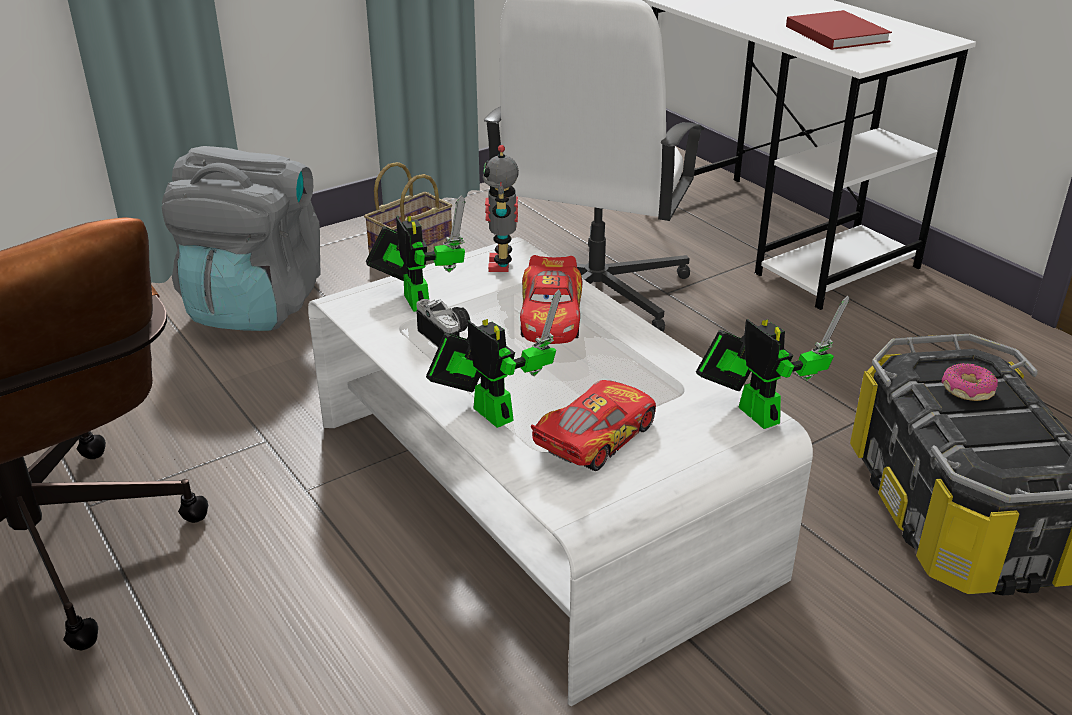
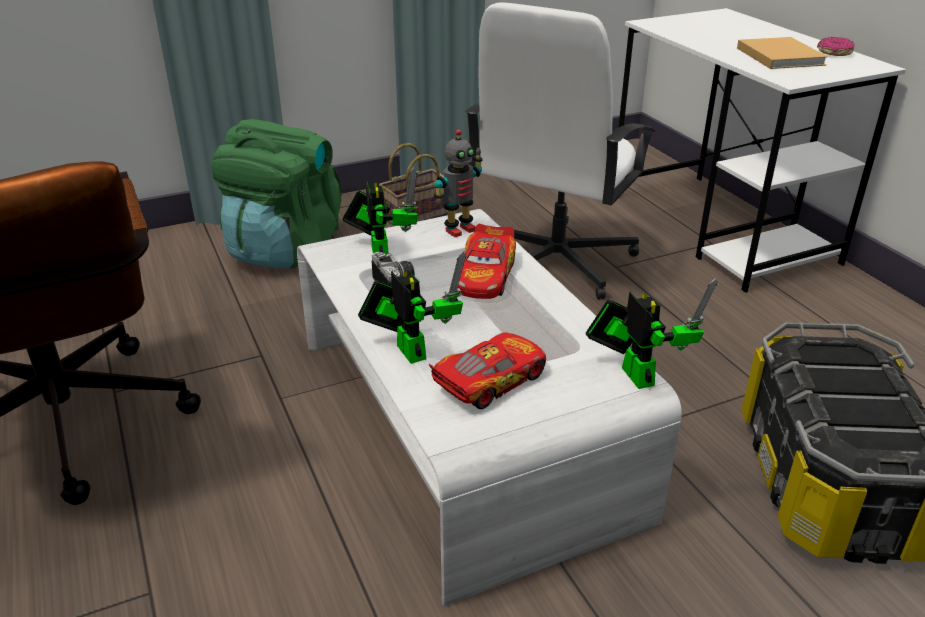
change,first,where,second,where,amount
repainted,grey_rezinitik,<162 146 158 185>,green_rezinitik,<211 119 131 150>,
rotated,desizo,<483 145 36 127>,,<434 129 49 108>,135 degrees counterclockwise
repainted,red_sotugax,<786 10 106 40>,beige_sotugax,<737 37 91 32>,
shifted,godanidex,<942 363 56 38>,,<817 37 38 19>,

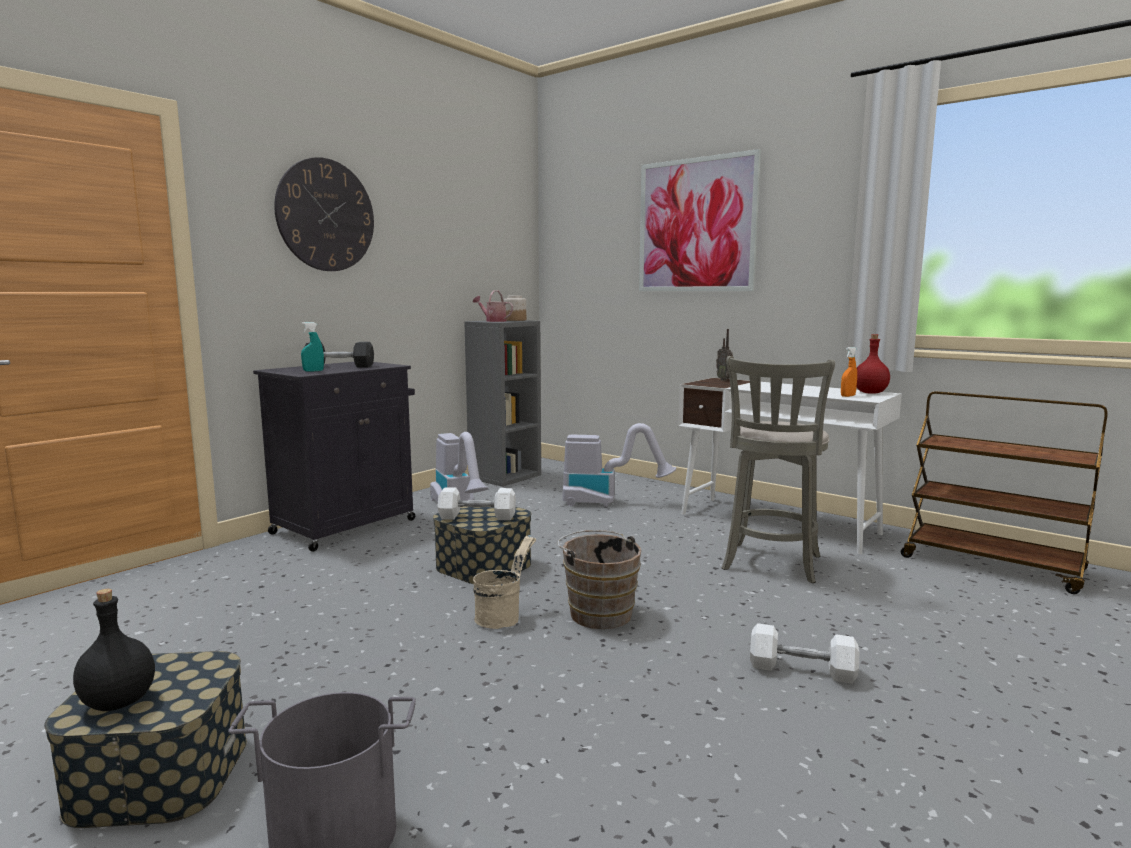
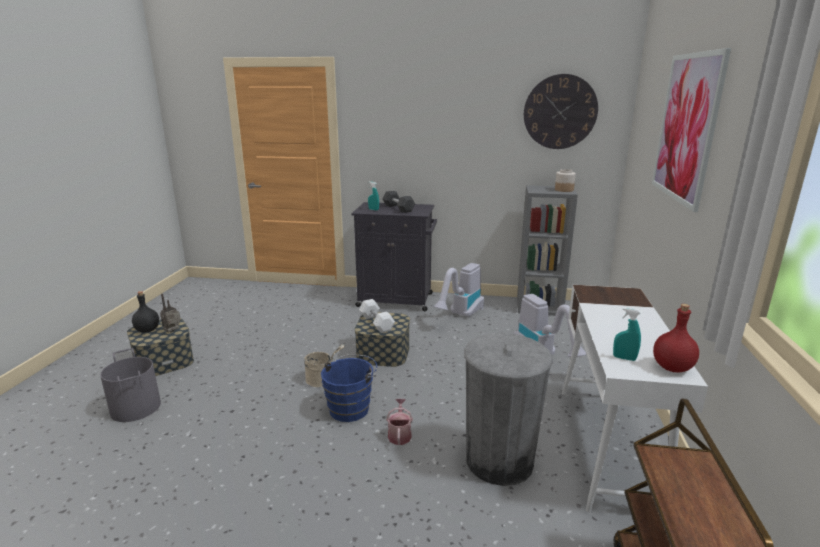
change,first,where,second,where,amount
shifted,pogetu,<274 157 100 114>,,<524 74 74 75>,
shifted,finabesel,<473 290 40 32>,,<386 399 27 46>,
repainted,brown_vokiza,<558 530 83 99>,blue_vokiza,<321 354 56 68>,
shifted,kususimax,<716 329 17 52>,,<160 294 21 39>,
swapped,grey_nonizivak,<722 356 113 227>,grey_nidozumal,<464 333 89 153>,
gone,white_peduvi,<750 623 109 61>,,,
repainted,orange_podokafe,<841 347 16 50>,turquoise_podokafe,<613 308 28 53>,

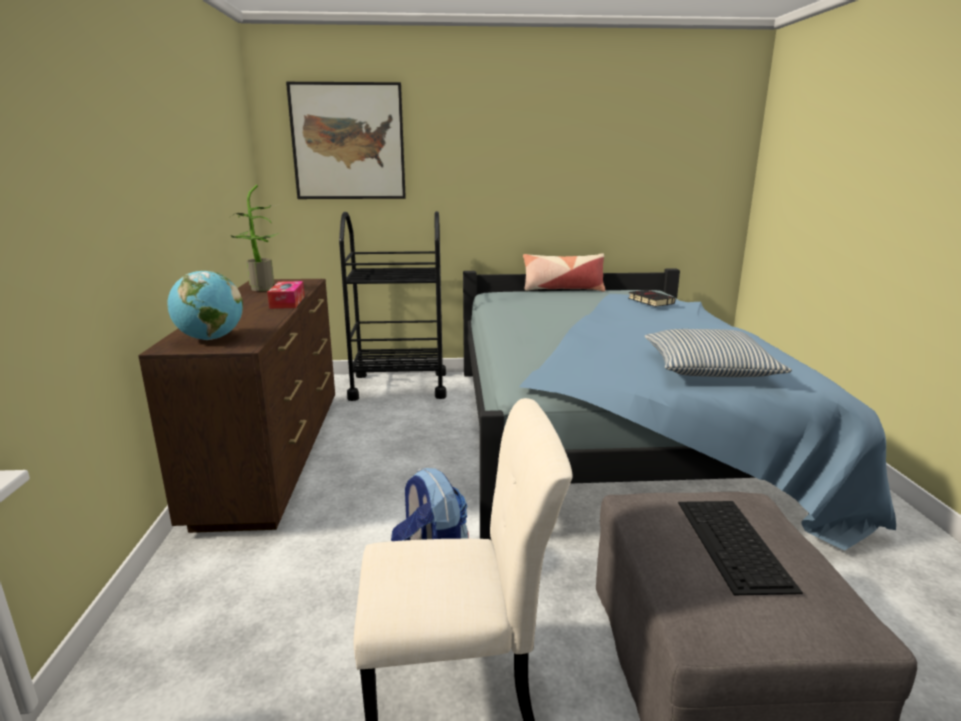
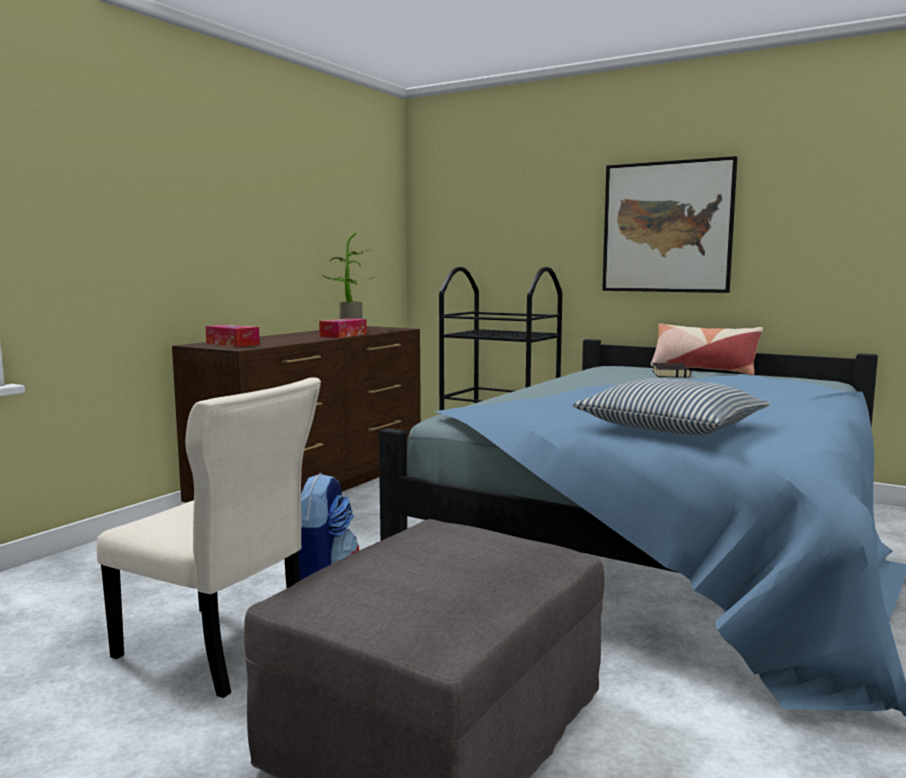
change,first,where,second,where,amount
swapped,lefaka,<168 271 75 69>,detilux,<206 325 54 22>,
shifted,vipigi,<286 82 120 117>,,<602 156 136 137>,
shifted,black_sotugax,<629 290 46 17>,,<652 363 39 15>,
gone,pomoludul,<678 501 125 94>,,,

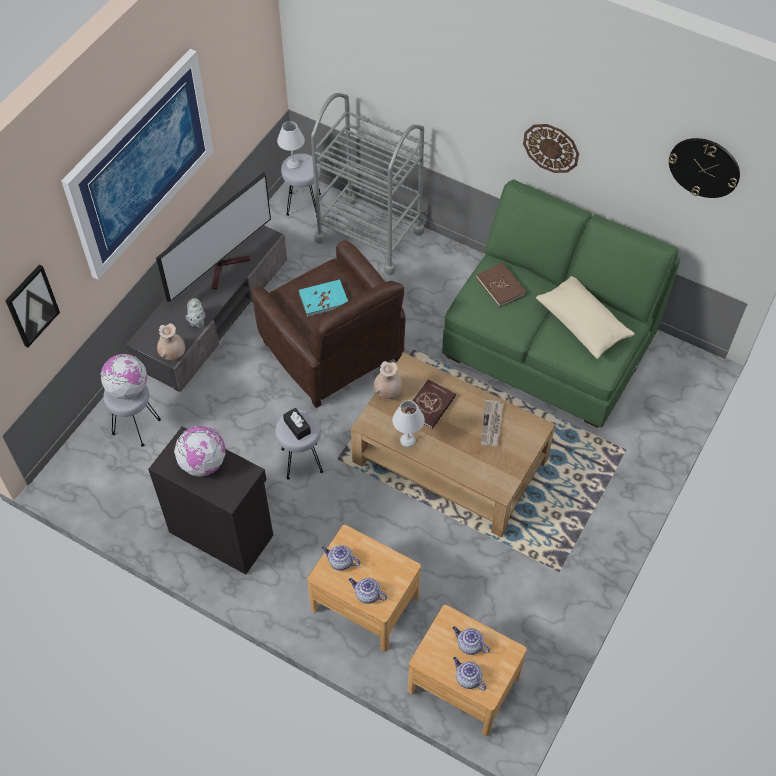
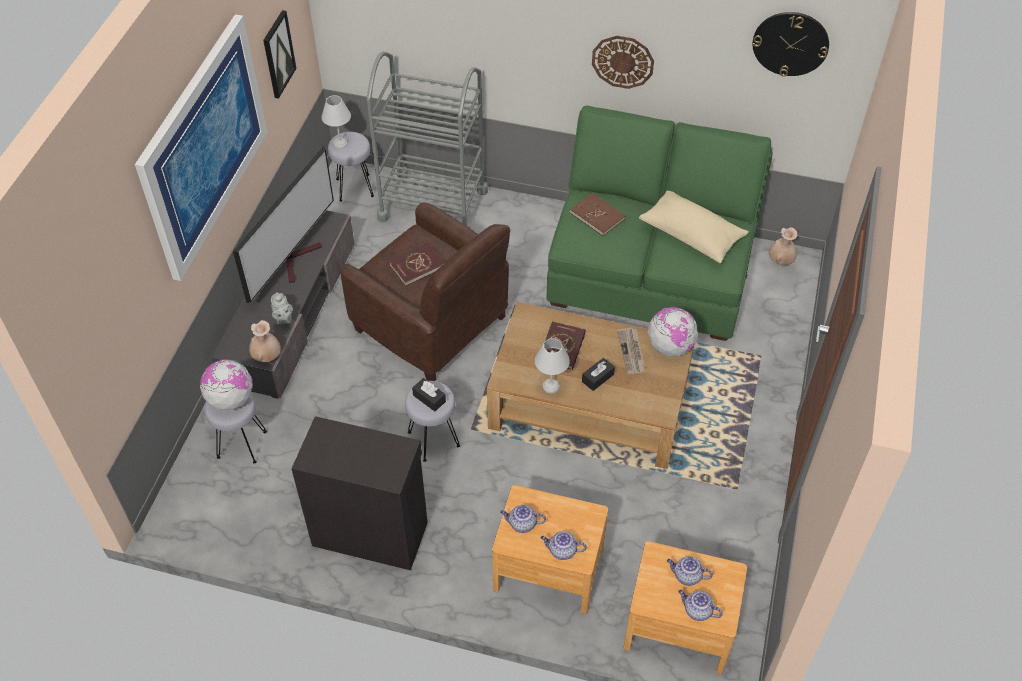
change,first,where,second,where,amount
shifted,vipigi,<5 265 55 82>,,<263 10 34 89>,
shifted,lefaka,<174 426 51 51>,,<648 307 49 50>,
repainted,turquoise_sotugax,<299 280 49 37>,red_sotugax,<389 242 56 44>,
shifted,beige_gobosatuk,<374 361 29 38>,,<769 227 29 38>,
new,,,black_detilux,<582 358 33 33>,

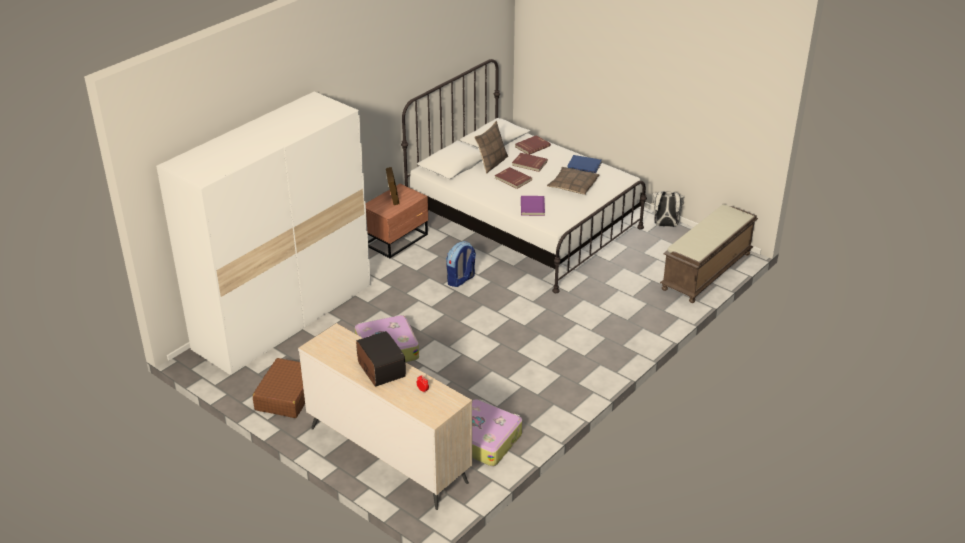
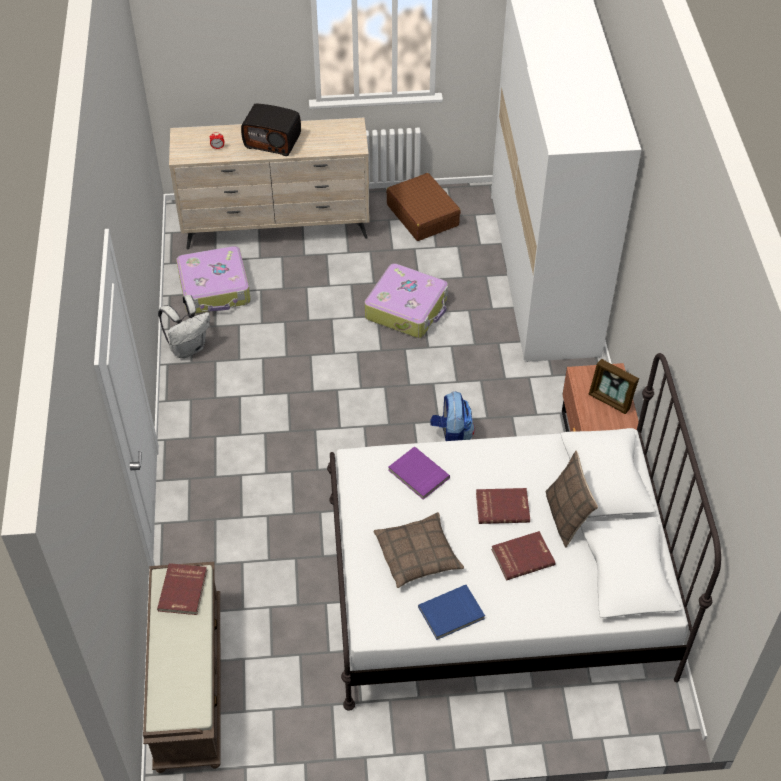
change,first,where,second,where,amount
shifted,red_sotugax,<515 135 36 20>,,<157 563 50 52>,
shifted,white_rezinitik,<652 191 33 36>,,<158 295 52 63>,

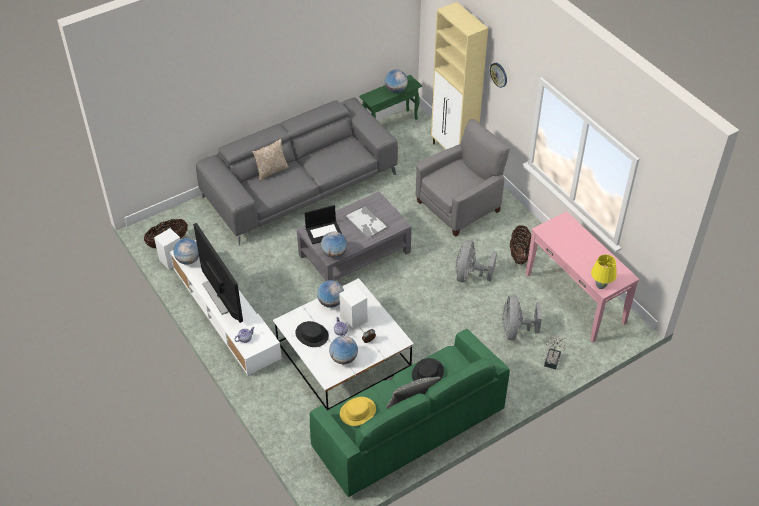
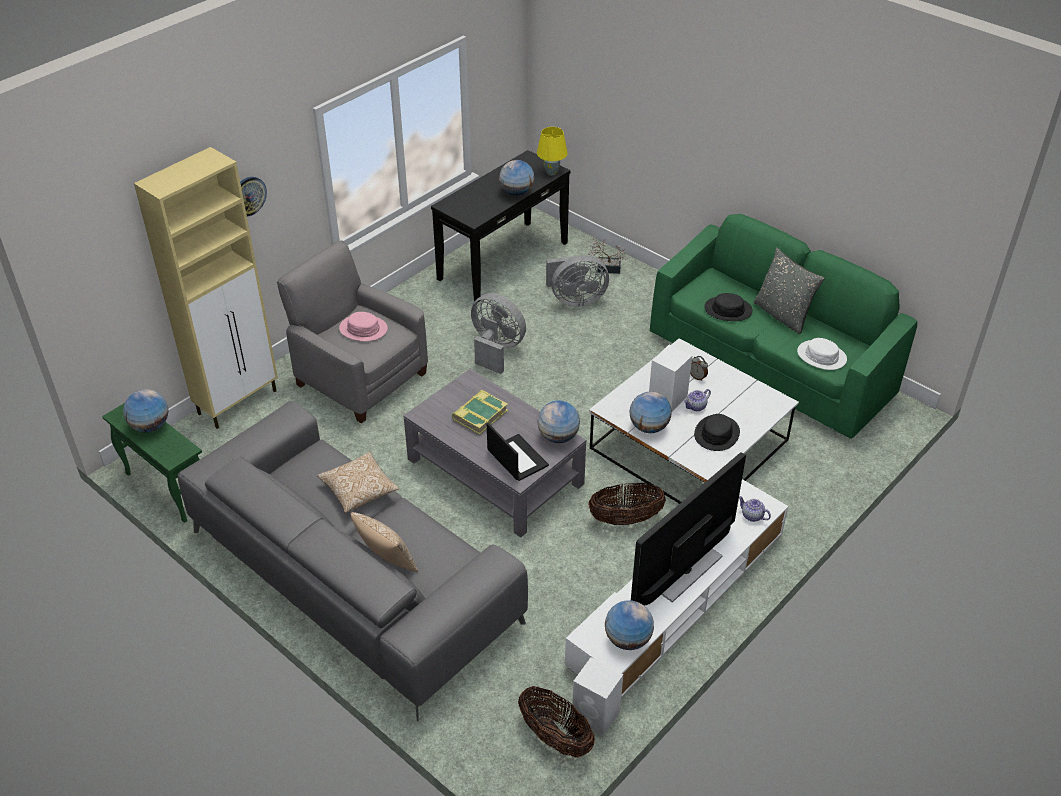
change,first,where,second,where,amount
shifted,lefaka,<329 336 29 28>,,<499 160 35 36>,
repainted,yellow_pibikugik,<340 397 36 29>,white_pibikugik,<797 338 50 32>,
swapped,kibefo,<345 205 43 34>,sotugax,<452 390 56 45>,
rotated,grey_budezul,<456 240 41 42>,,<471 293 55 81>,150 degrees counterclockwise
shifted,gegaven,<510 225 21 39>,,<588 482 78 43>,
repainted,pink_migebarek,<526 211 113 132>,black_migebarek,<431 150 140 152>,
new,,,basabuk,<317 452 82 61>,
new,,,pink_pibikugik,<339 312 49 29>,

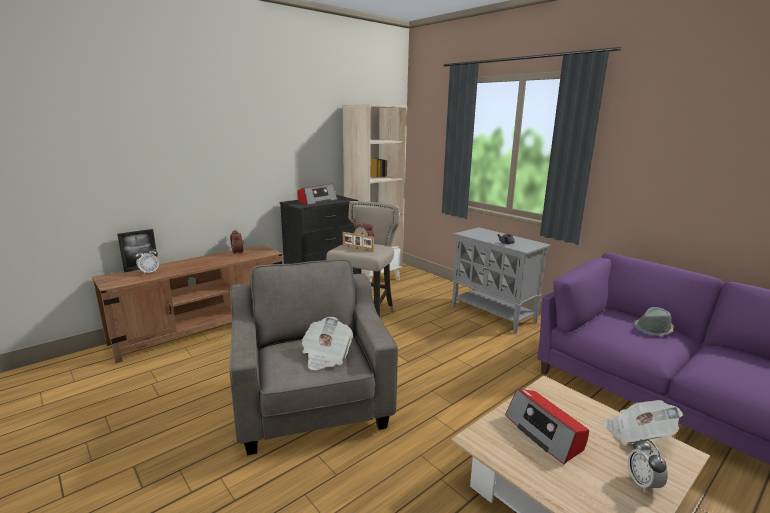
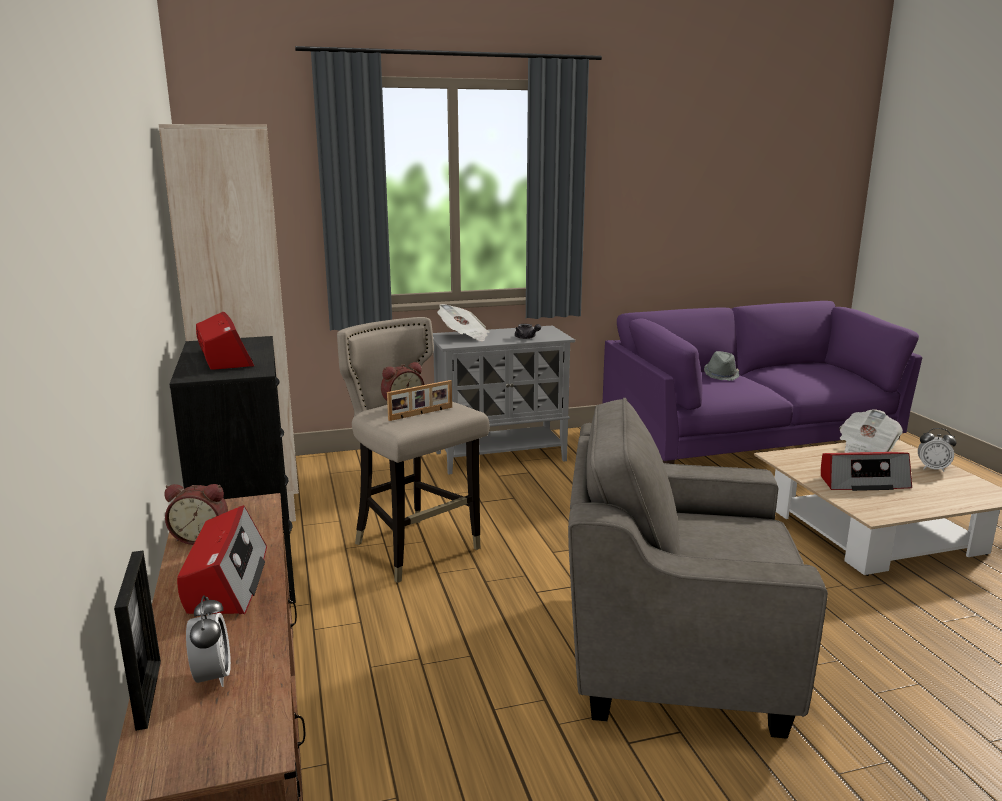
change,first,where,second,where,amount
shifted,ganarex,<301 317 52 53>,,<438 304 52 37>,
new,,,kususimax,<177 505 90 109>,

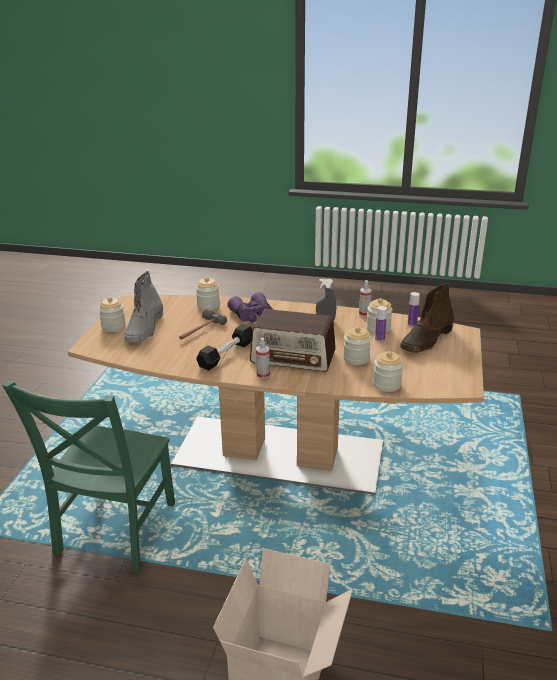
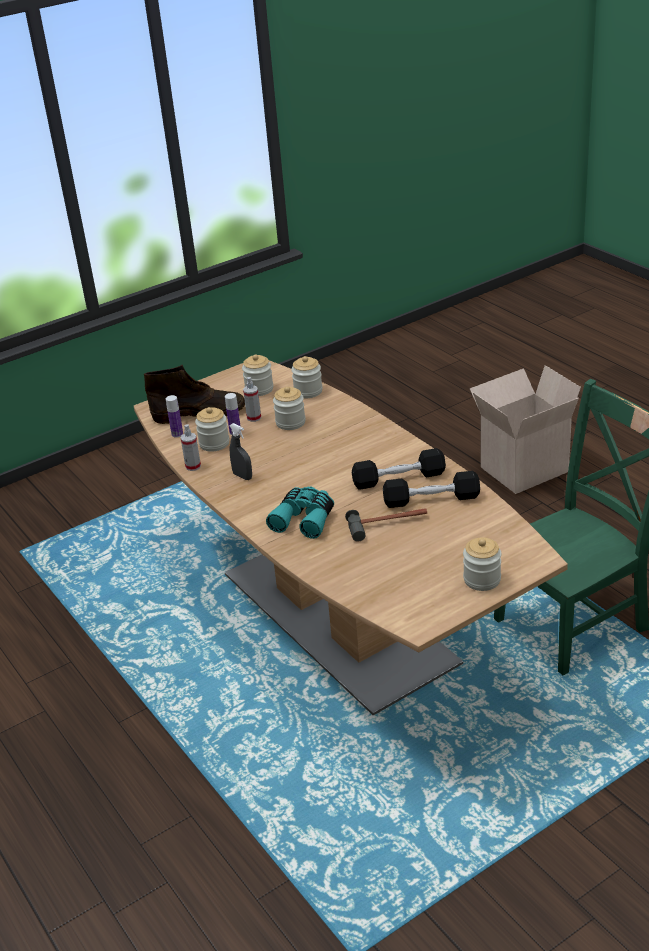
change,first,where,second,where,amount
gone,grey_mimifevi,<124 271 39 72>,,,
shifted,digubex,<196 277 24 33>,,<242 354 31 42>,
repainted,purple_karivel,<228 292 45 31>,turquoise_karivel,<266 487 68 52>,
gone,kususimax,<250 309 86 63>,,,
shifted,podokafe,<256 338 14 41>,,<243 377 18 45>,
new,,,black_peduvi,<383 471 97 37>,

